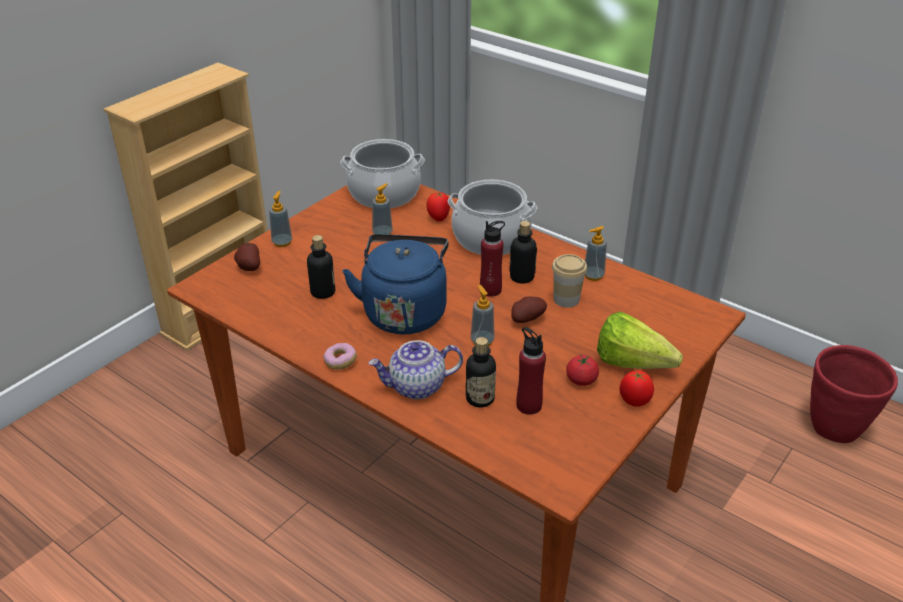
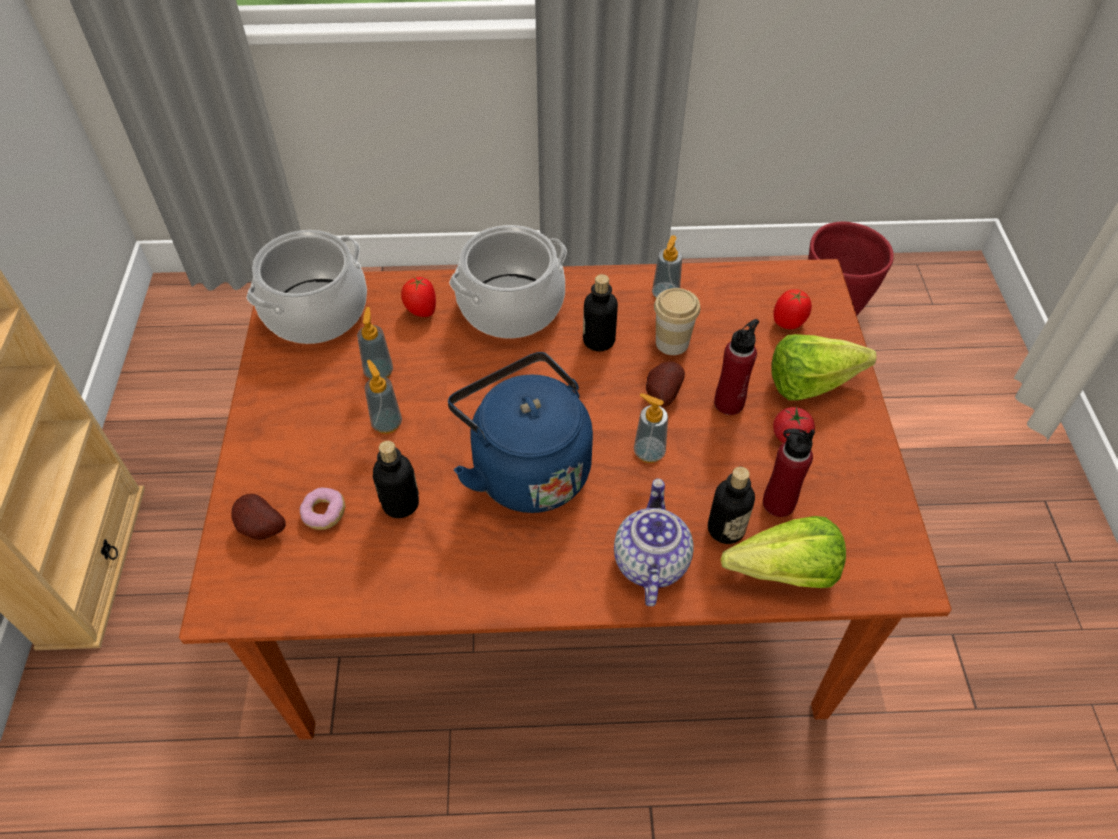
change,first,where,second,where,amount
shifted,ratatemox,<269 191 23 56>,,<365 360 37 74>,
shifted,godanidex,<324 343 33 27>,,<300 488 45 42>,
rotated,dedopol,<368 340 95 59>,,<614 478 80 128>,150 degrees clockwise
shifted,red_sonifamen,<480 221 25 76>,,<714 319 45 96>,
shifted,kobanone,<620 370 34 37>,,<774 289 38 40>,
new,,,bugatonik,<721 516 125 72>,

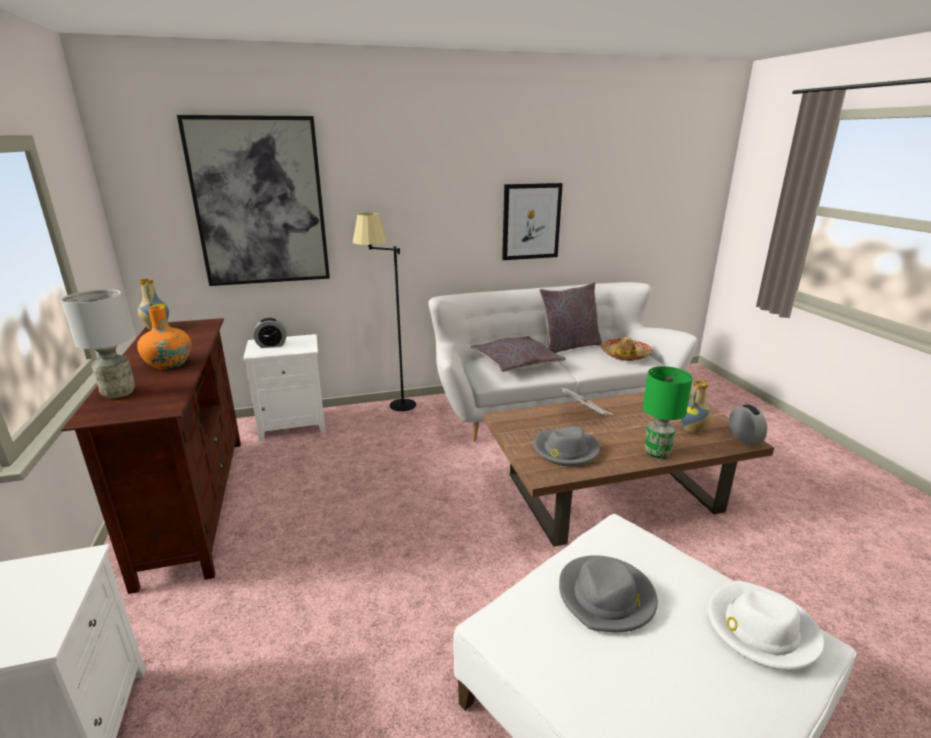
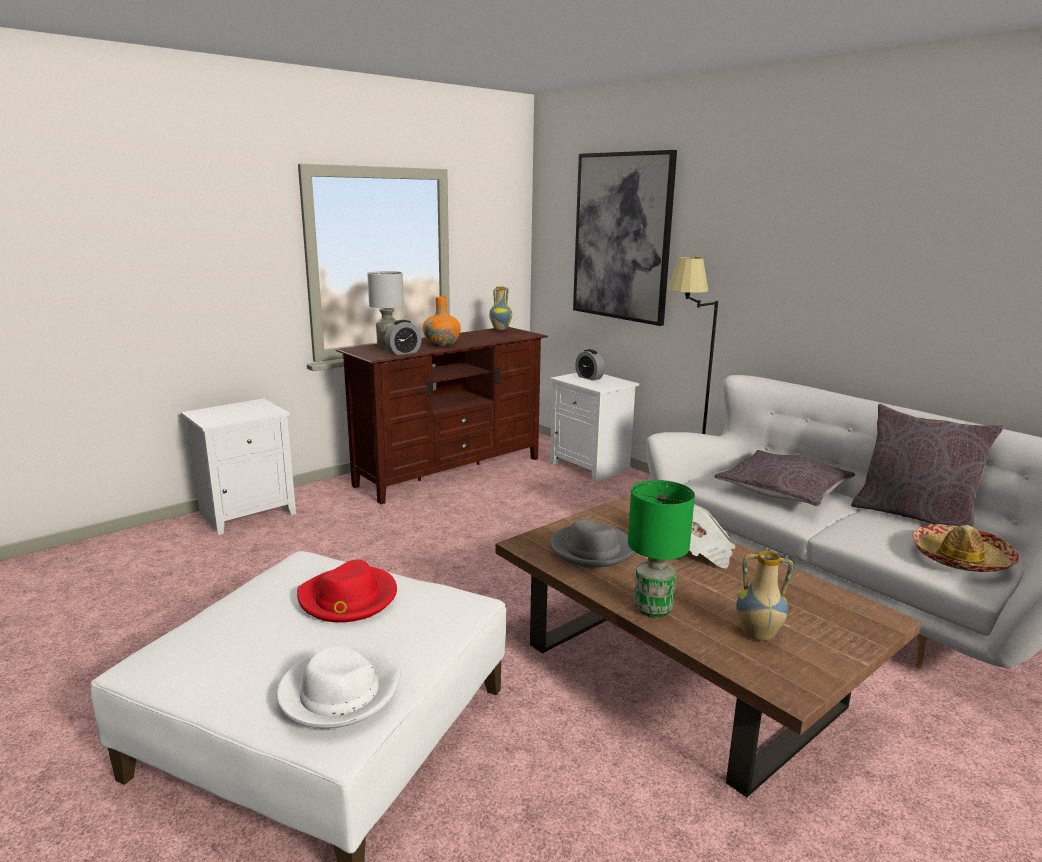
change,first,where,second,where,amount
gone,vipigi,<502 183 61 77>,,,
repainted,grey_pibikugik,<559 555 99 77>,red_pibikugik,<297 559 100 64>,
shifted,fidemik,<729 405 38 40>,,<385 320 37 35>,

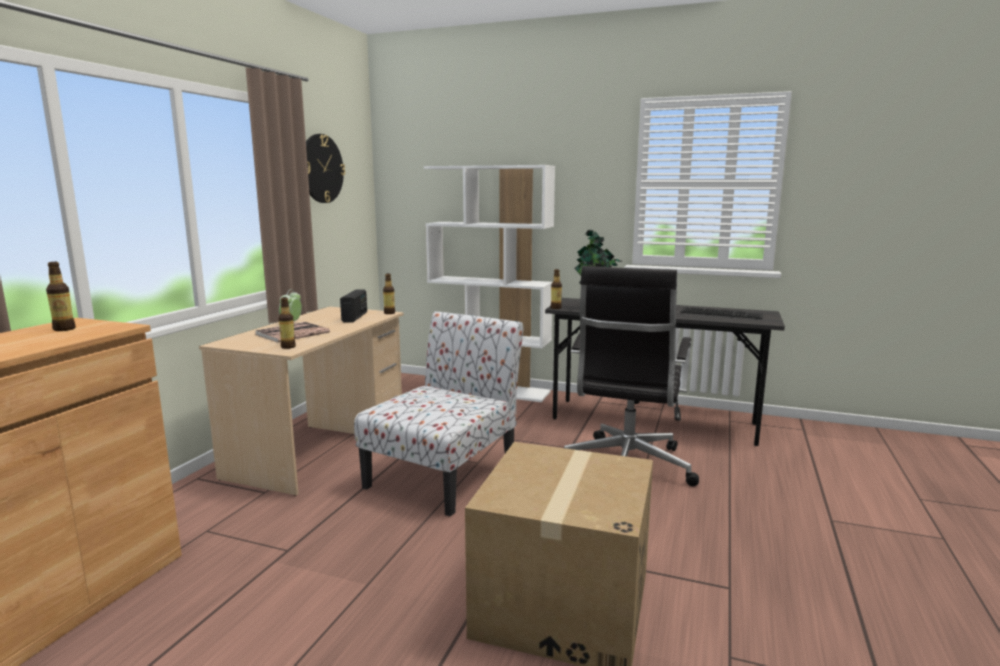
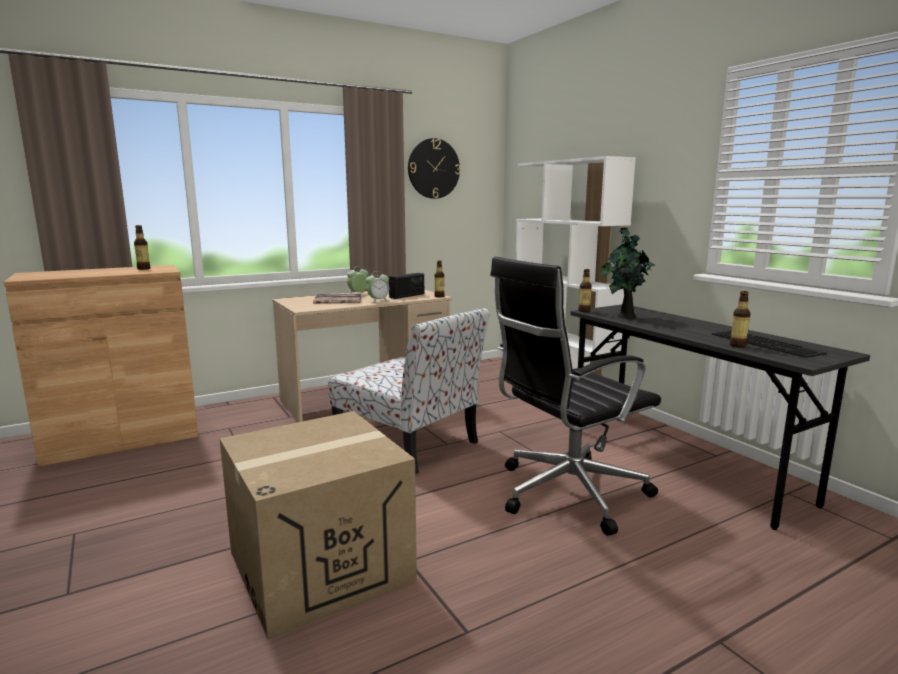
change,first,where,second,where,amount
shifted,sonifamen,<279 297 17 52>,,<730 291 21 57>,
rotated,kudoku,<354 311 169 205>,,<328 308 162 167>,60 degrees clockwise
new,,,fidemik,<366 271 23 32>,

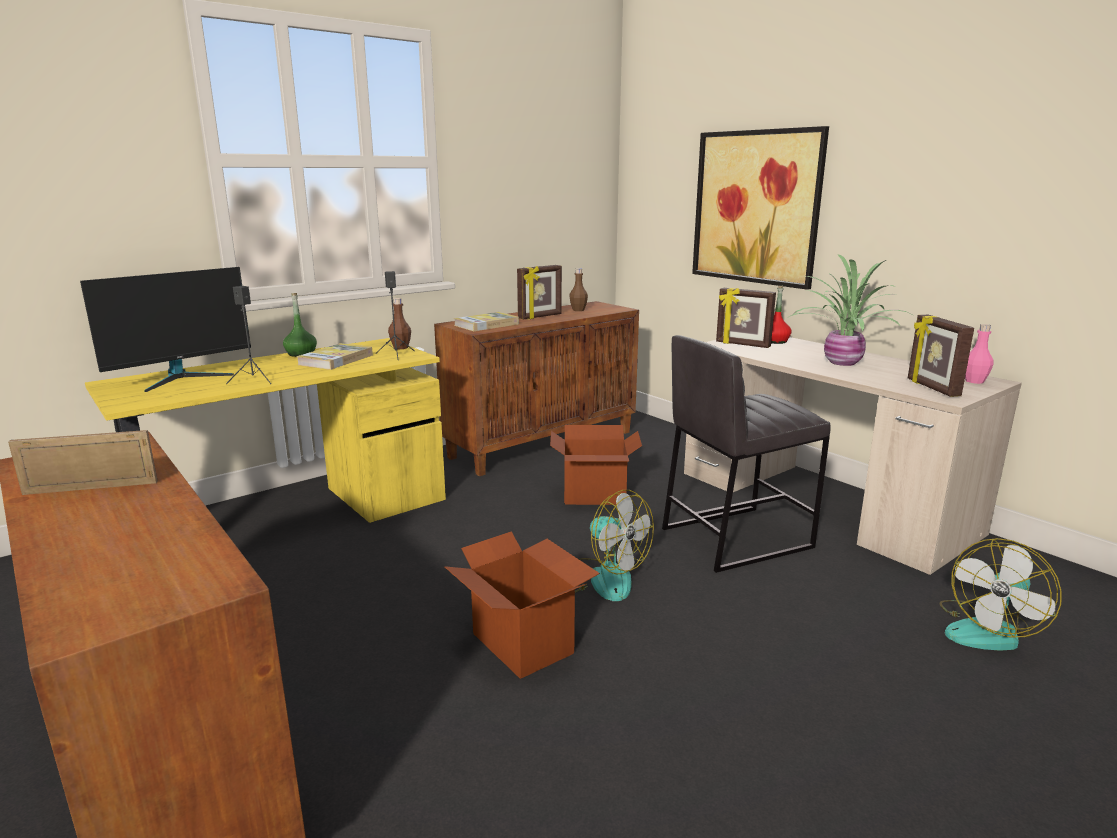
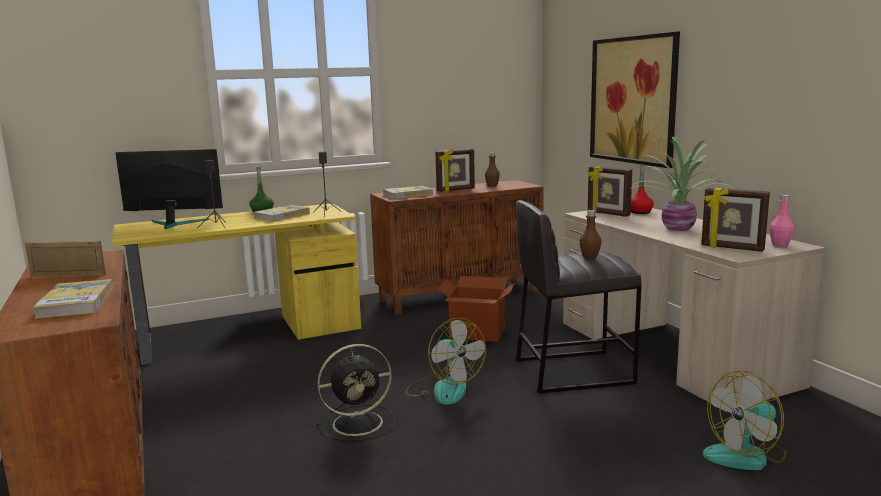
change,first,where,second,where,amount
rotated,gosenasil,<80 267 171 125>,,<115 149 108 80>,150 degrees counterclockwise
shifted,brown_sonifamen,<388 298 23 51>,,<579 210 23 49>,
swapped,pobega,<445 531 155 148>,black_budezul,<317 344 79 98>,
rotated,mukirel,<908 315 66 82>,,<701 188 69 64>,60 degrees counterclockwise
new,,,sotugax,<32 279 81 40>,

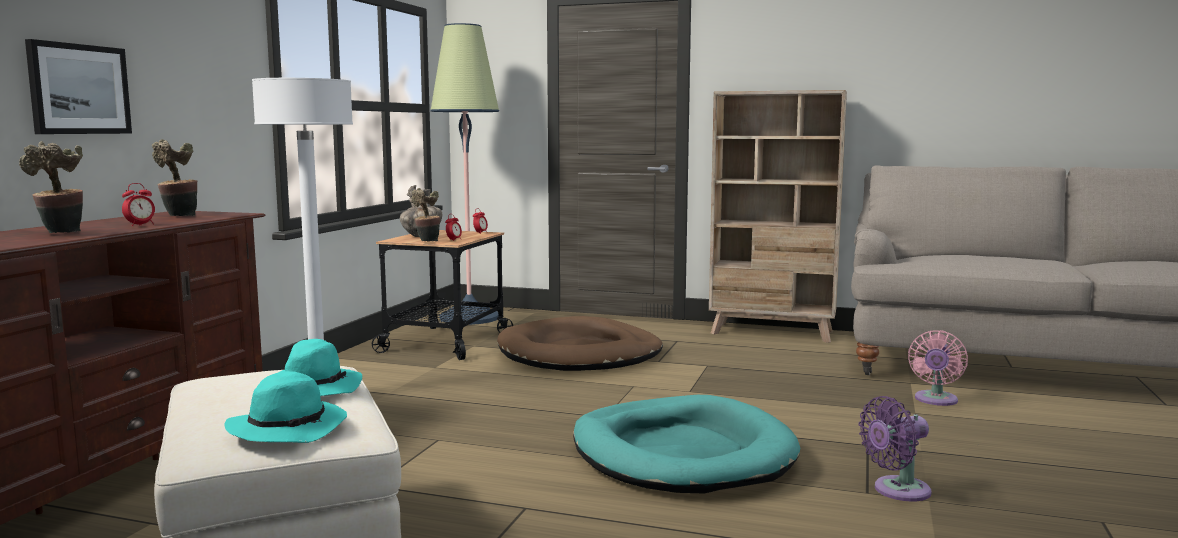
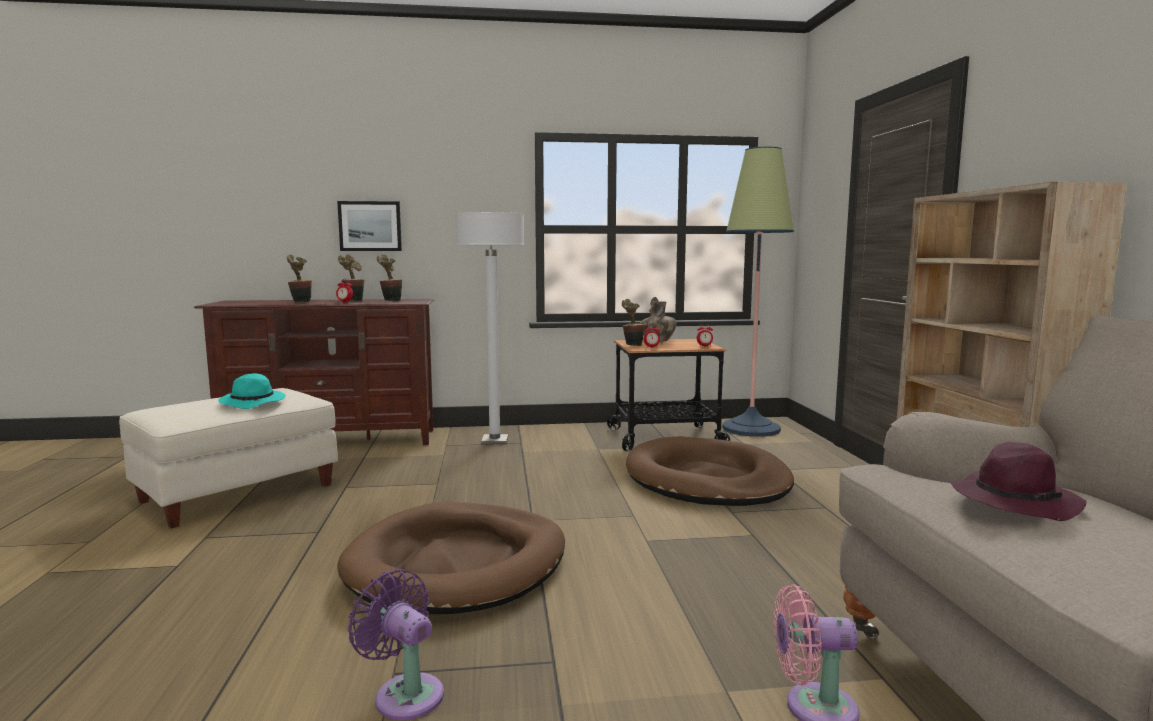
change,first,where,second,where,amount
gone,turquoise_pibikugik,<225 371 122 72>,,,
repainted,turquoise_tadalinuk,<573 395 227 99>,brown_tadalinuk,<337 502 228 112>,
new,,,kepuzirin,<338 254 26 47>,
new,,,purple_pibikugik,<950 442 137 79>,

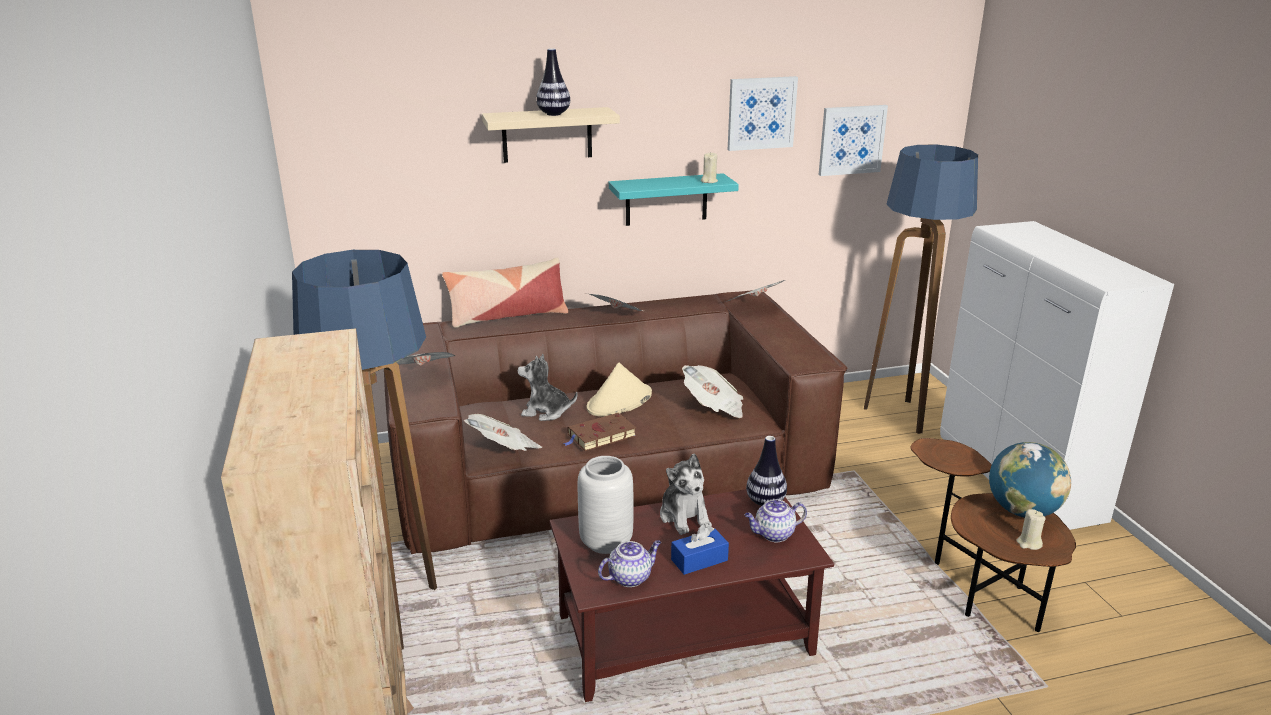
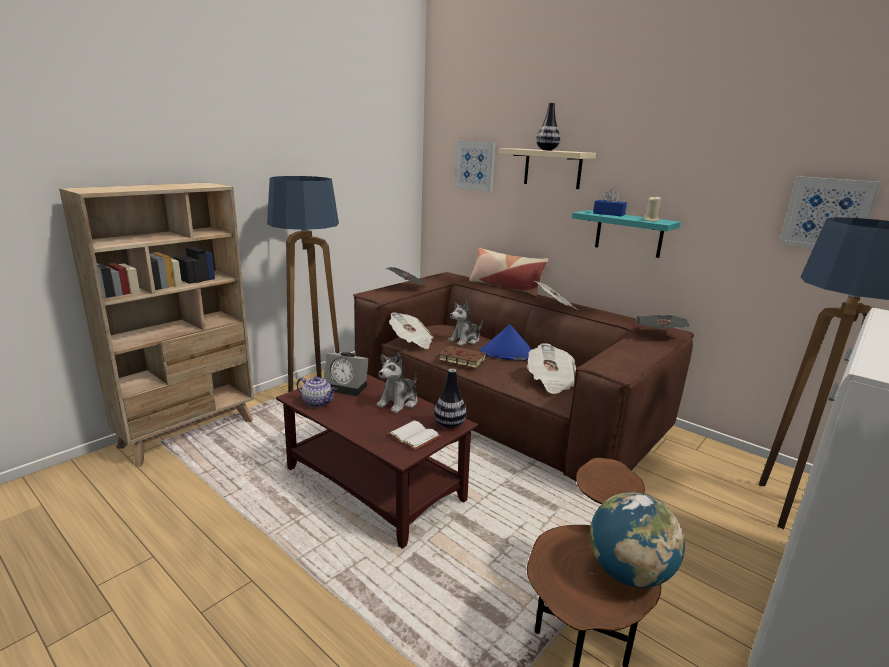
change,first,where,second,where,amount
rotated,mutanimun,<518 354 59 67>,,<448 301 34 45>,105 degrees counterclockwise
swapped,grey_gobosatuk,<578 456 55 98>,fidemik,<324 352 45 44>,
repainted,beige_pibikugik,<587 363 65 54>,blue_pibikugik,<480 324 52 37>,
shifted,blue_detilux,<671 525 58 50>,,<593 189 34 27>,
shifted,vipigi,<728 76 70 75>,,<455 141 41 50>,
swapped,dedopol,<745 499 62 43>,white_sotugax,<387 421 54 30>,
gone,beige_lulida,<1016 509 30 41>,,,

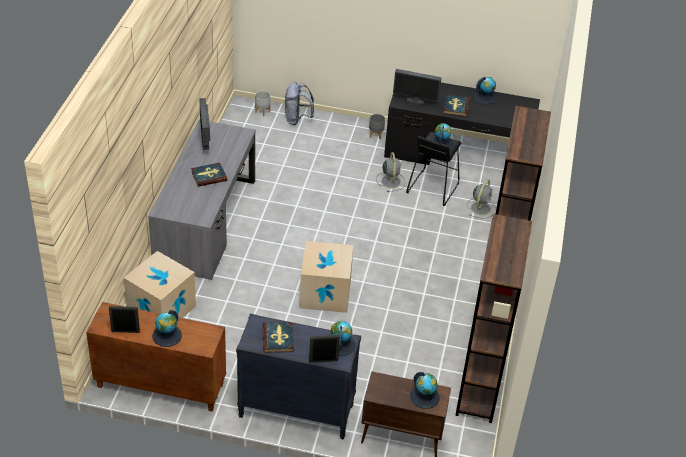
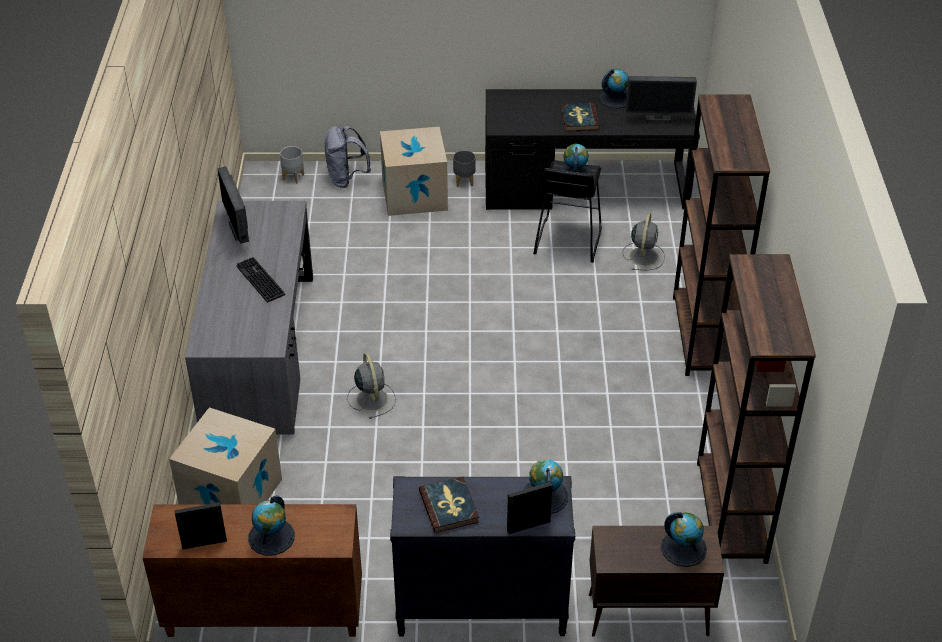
change,first,where,second,where,amount
swapped,sotugax,<191 163 36 24>,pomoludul,<236 257 49 46>,
shifted,pobega,<300 241 53 72>,,<380 127 68 89>,
shifted,grey_budezul,<376 152 29 40>,,<347 353 49 66>,
shifted,gosenasil,<393 69 49 37>,,<626 76 71 48>,

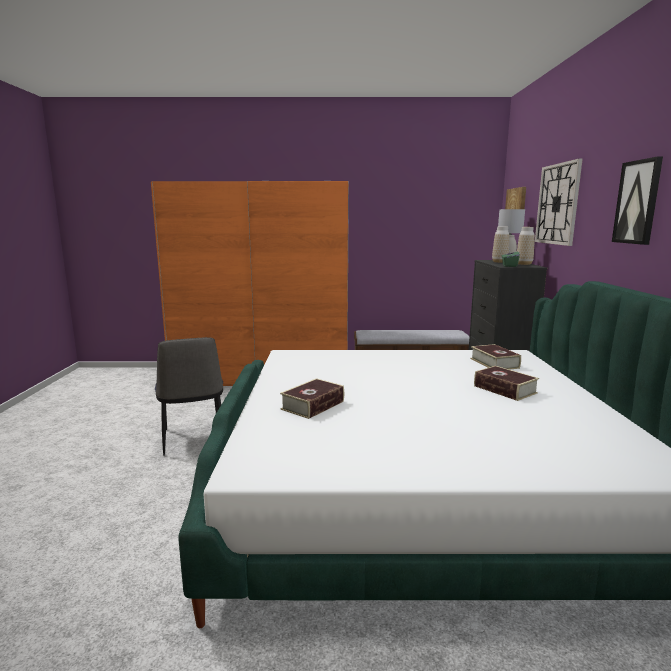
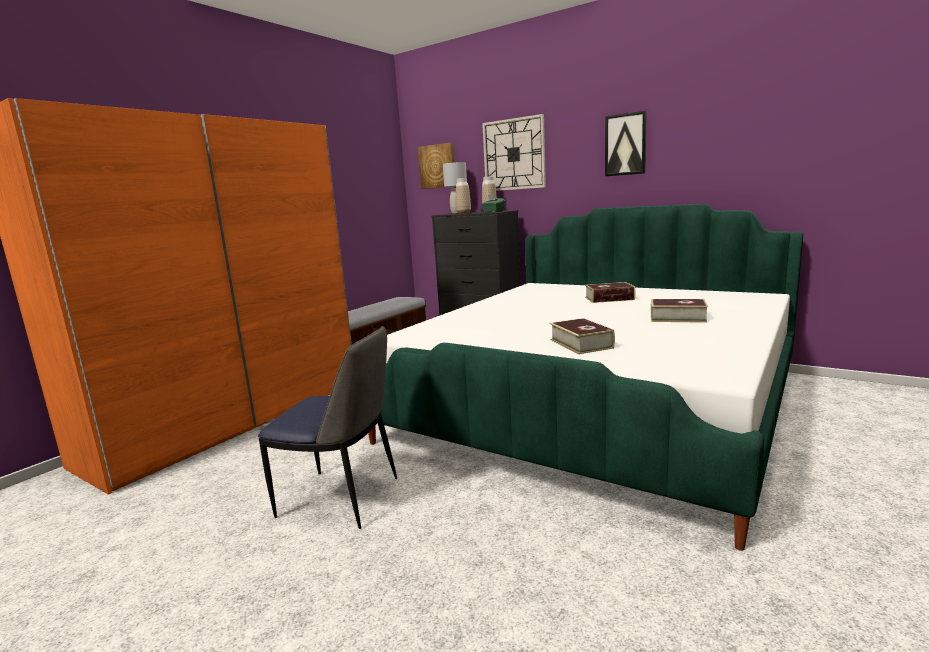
change,first,where,second,where,amount
shifted,sotugax,<470 344 51 26>,,<651 299 57 24>,

